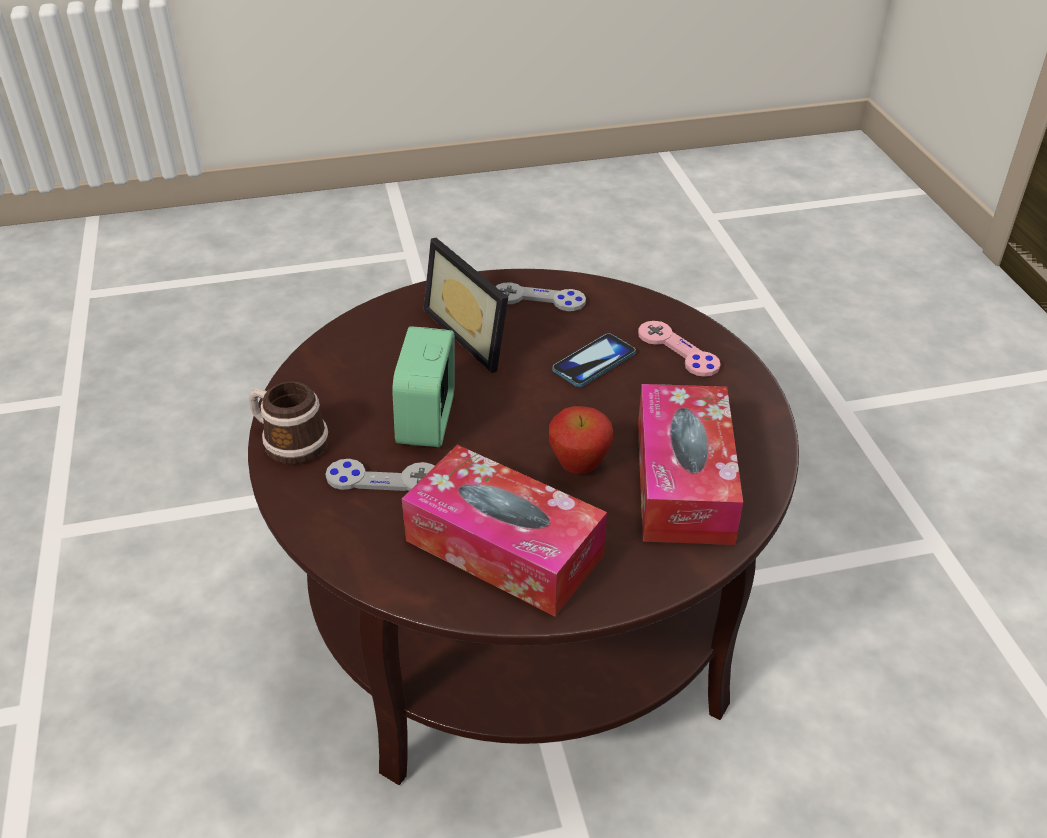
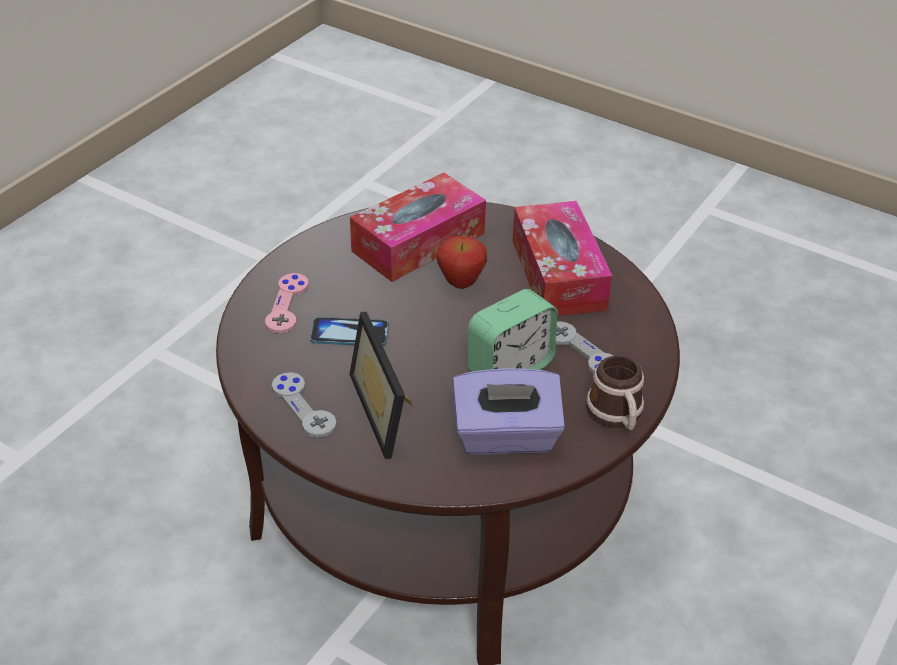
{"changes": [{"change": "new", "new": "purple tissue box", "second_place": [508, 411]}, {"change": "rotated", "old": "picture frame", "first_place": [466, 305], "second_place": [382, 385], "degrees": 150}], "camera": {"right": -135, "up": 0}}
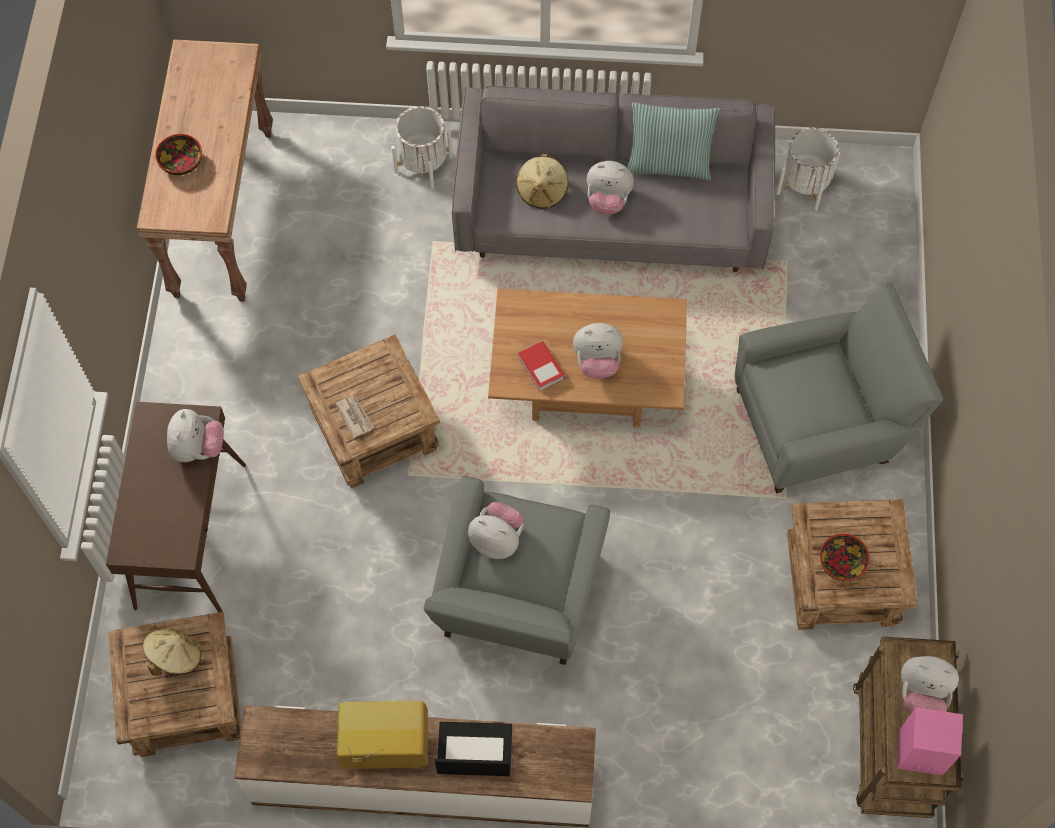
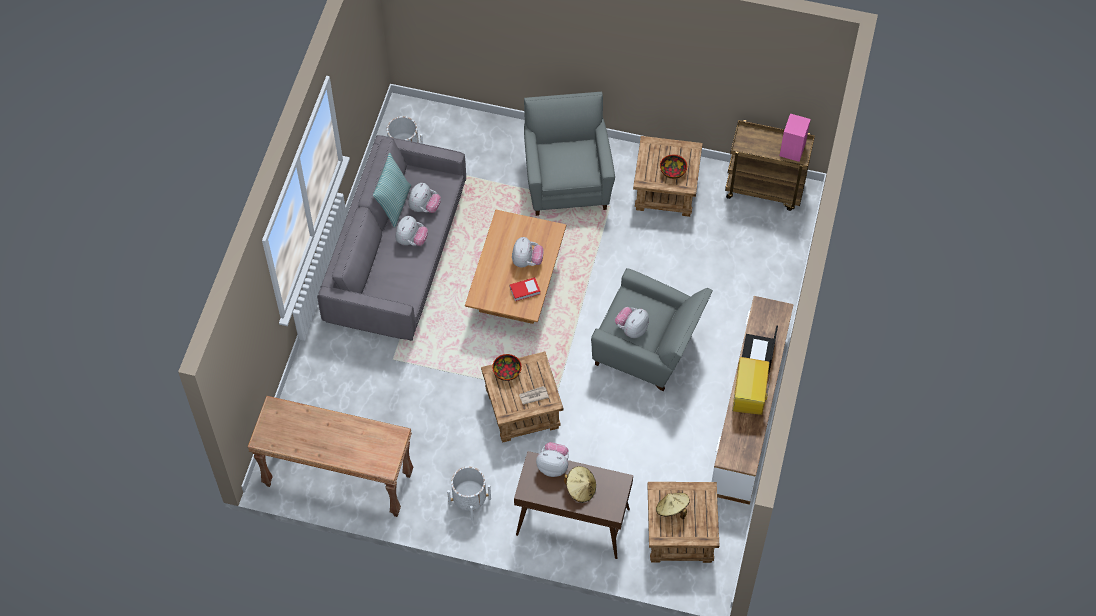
{"changes": [{"change": "shifted", "old": "bowl", "first_place": [178, 154], "second_place": [507, 367]}, {"change": "shifted", "old": "white planter", "first_place": [422, 147], "second_place": [469, 493]}, {"change": "shifted", "old": "beige hat", "first_place": [542, 181], "second_place": [580, 484]}, {"change": "shifted", "old": "plush toy", "first_place": [930, 684], "second_place": [424, 198]}], "camera": {"right": -80, "up": -5}}
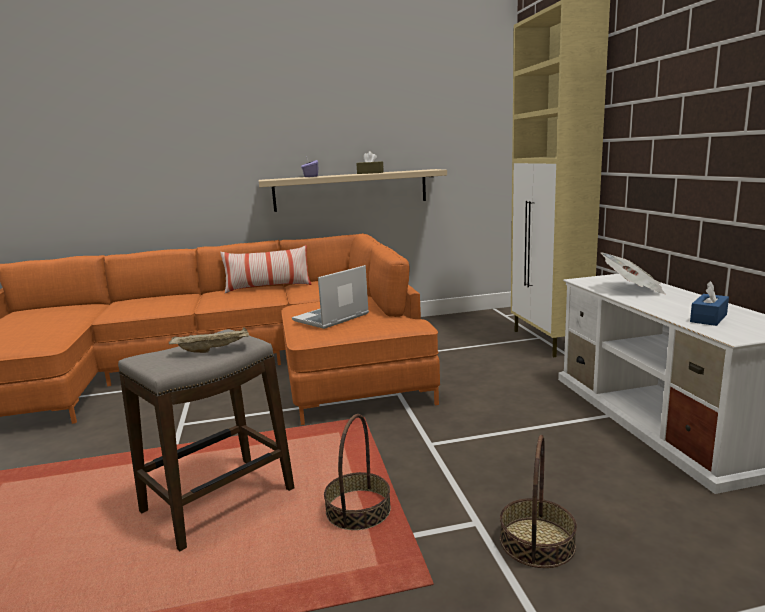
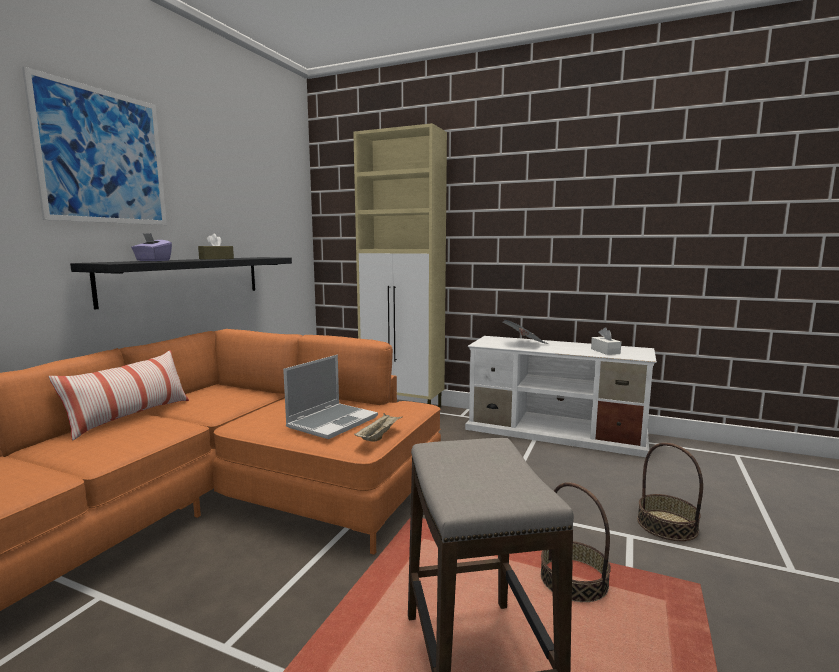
{"changes": [{"change": "new", "new": "picture", "second_place": [94, 146]}, {"change": "shifted", "old": "beige tray", "first_place": [209, 340], "second_place": [378, 427]}, {"change": "repainted", "old": "beige shelf", "new": "black shelf", "first_place": [353, 190], "second_place": [181, 283]}, {"change": "repainted", "old": "blue tissue box", "new": "white tissue box", "first_place": [709, 303], "second_place": [606, 341]}, {"change": "rotated", "old": "laptop", "first_place": [330, 297], "second_place": [330, 397], "degrees": -135}], "camera": {"right": -55, "up": -5}}
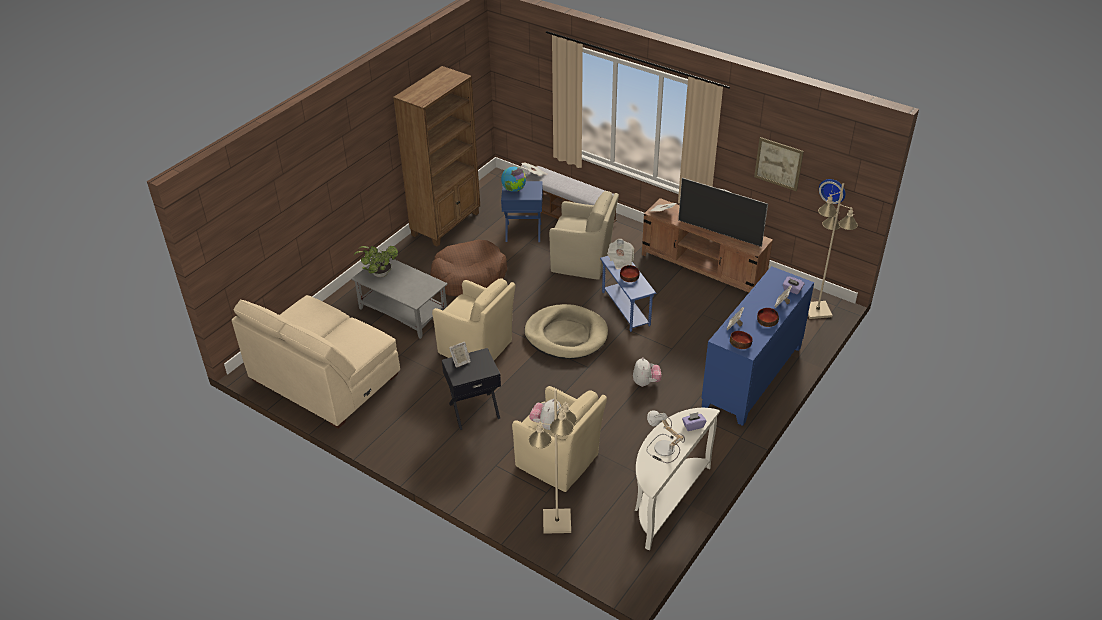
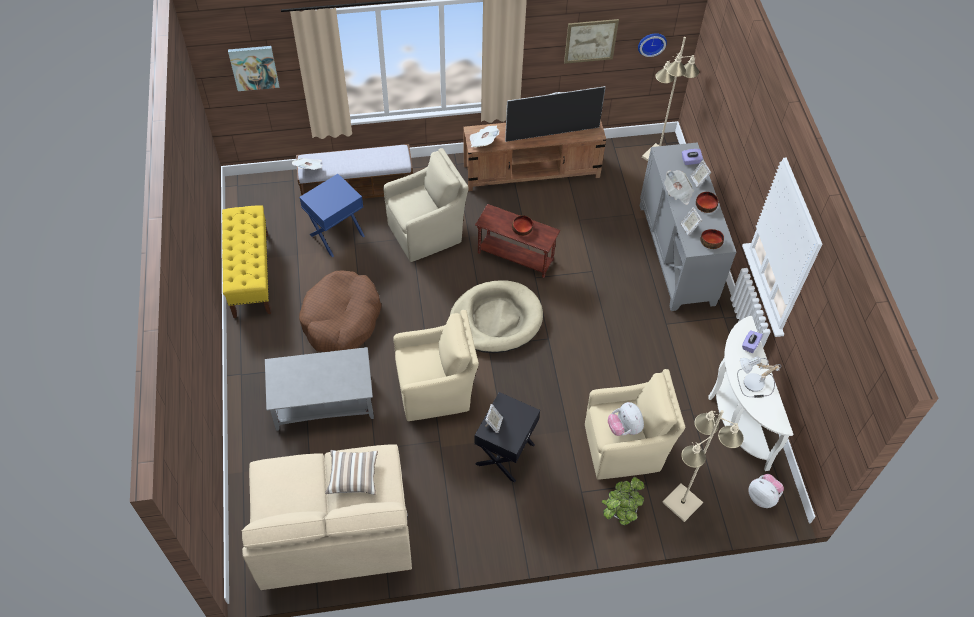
{"changes": [{"change": "gone", "old": "globe", "first_place": [513, 179]}, {"change": "new", "new": "picture", "second_place": [253, 68]}, {"change": "new", "new": "pillow", "second_place": [351, 472]}, {"change": "shifted", "old": "potted plant", "first_place": [376, 261], "second_place": [623, 501]}, {"change": "shifted", "old": "newspaper", "first_place": [620, 254], "second_place": [679, 187]}, {"change": "shifted", "old": "plush toy", "first_place": [647, 372], "second_place": [766, 491]}, {"change": "swapped", "old": "brown bookcase", "new": "yellow bench", "first_place": [436, 156], "second_place": [247, 261]}, {"change": "repainted", "old": "blue side table", "new": "brown side table", "first_place": [628, 294], "second_place": [517, 241]}, {"change": "repainted", "old": "blue cabinet", "new": "grey cabinet", "first_place": [758, 346], "second_place": [688, 226]}], "camera": {"right": -45, "up": 15}}
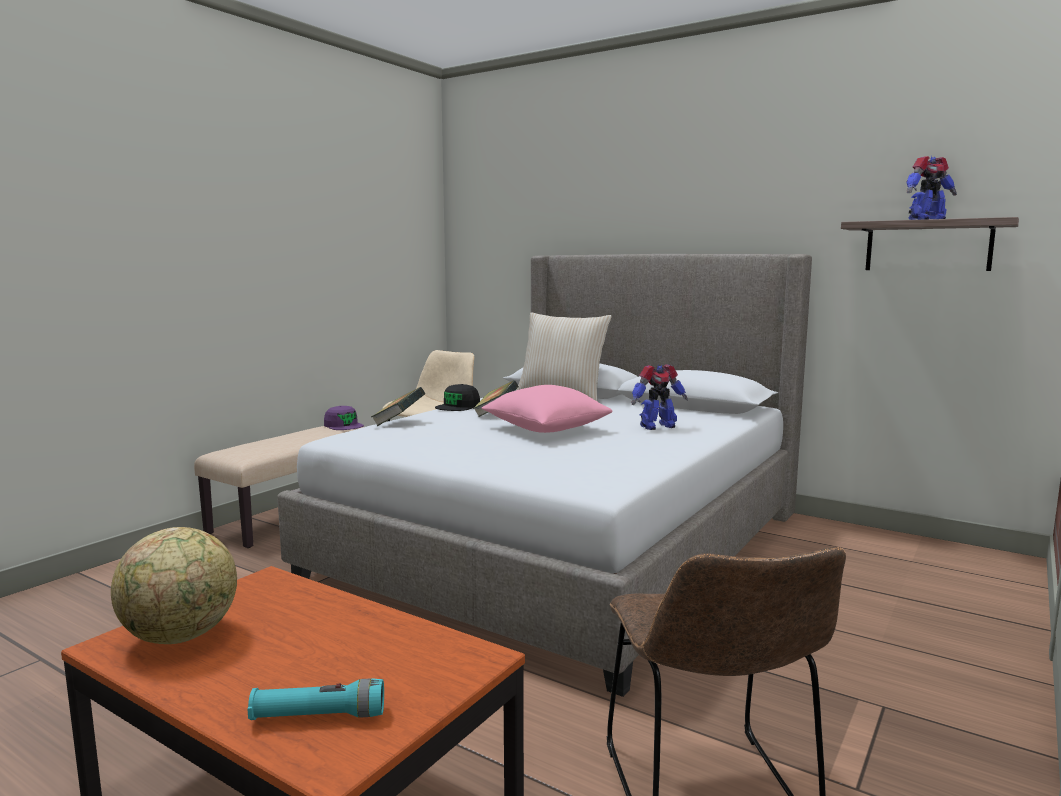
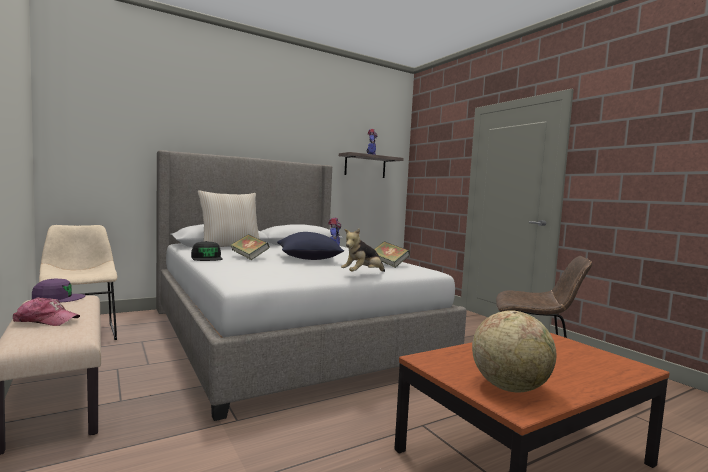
{"changes": [{"change": "gone", "old": "turquoise flashlight", "first_place": [315, 699]}, {"change": "new", "new": "cap", "second_place": [46, 311]}, {"change": "new", "new": "plush toy", "second_place": [363, 250]}, {"change": "shifted", "old": "book", "first_place": [398, 406], "second_place": [392, 254]}, {"change": "repainted", "old": "pink pillow", "new": "blue pillow", "first_place": [547, 409], "second_place": [310, 246]}], "camera": {"right": -65, "up": -5}}
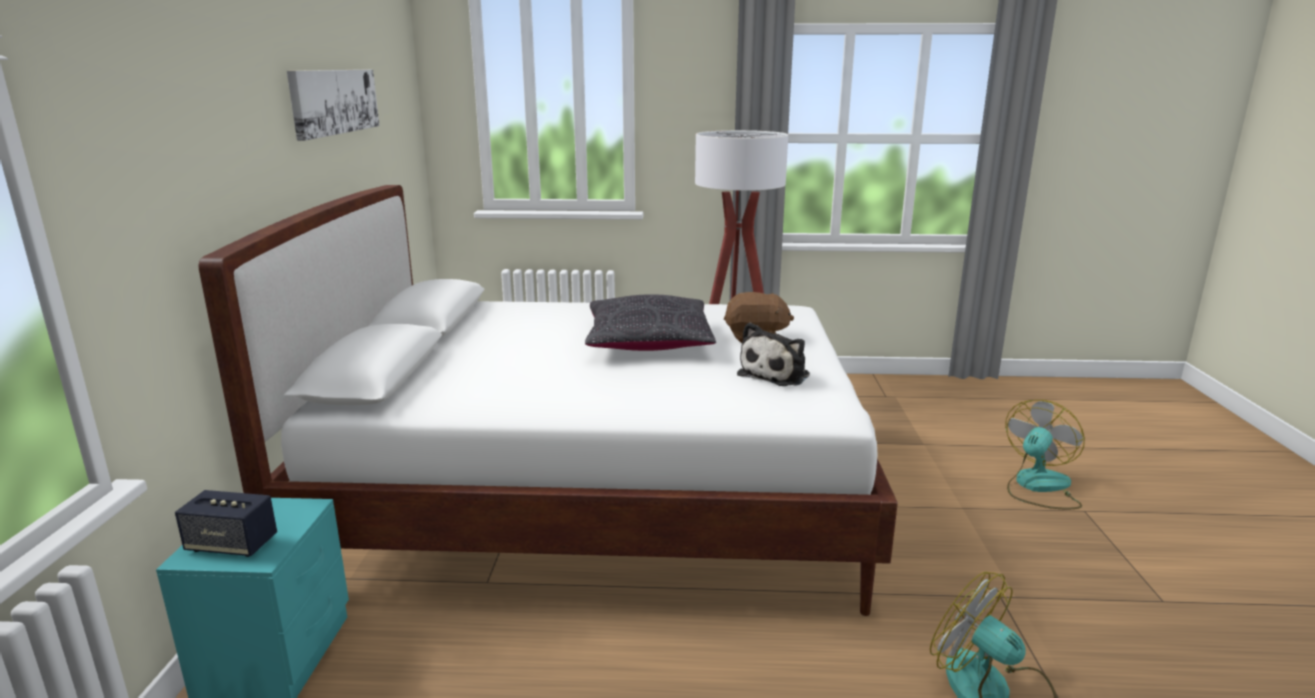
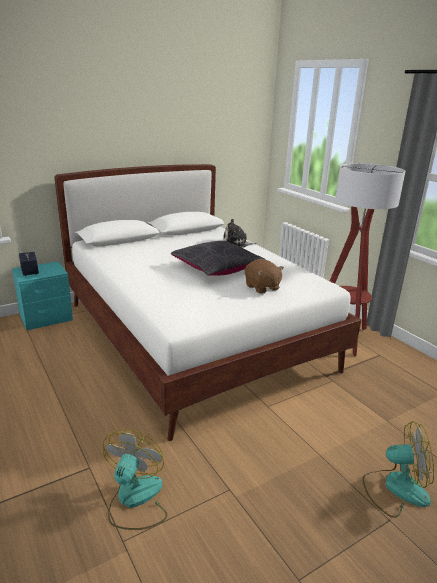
{"changes": [{"change": "gone", "old": "picture", "first_place": [333, 105]}, {"change": "shifted", "old": "plush toy", "first_place": [773, 354], "second_place": [240, 233]}], "camera": {"right": 55, "up": 5}}
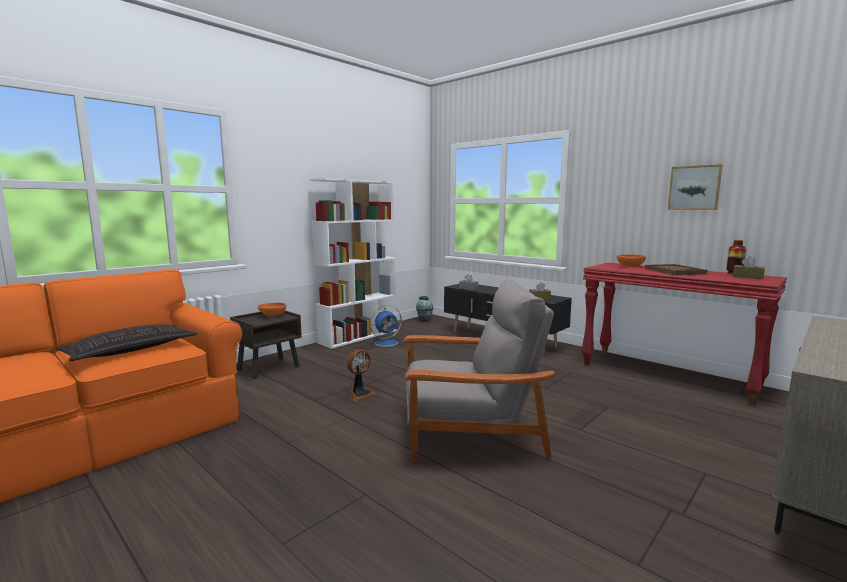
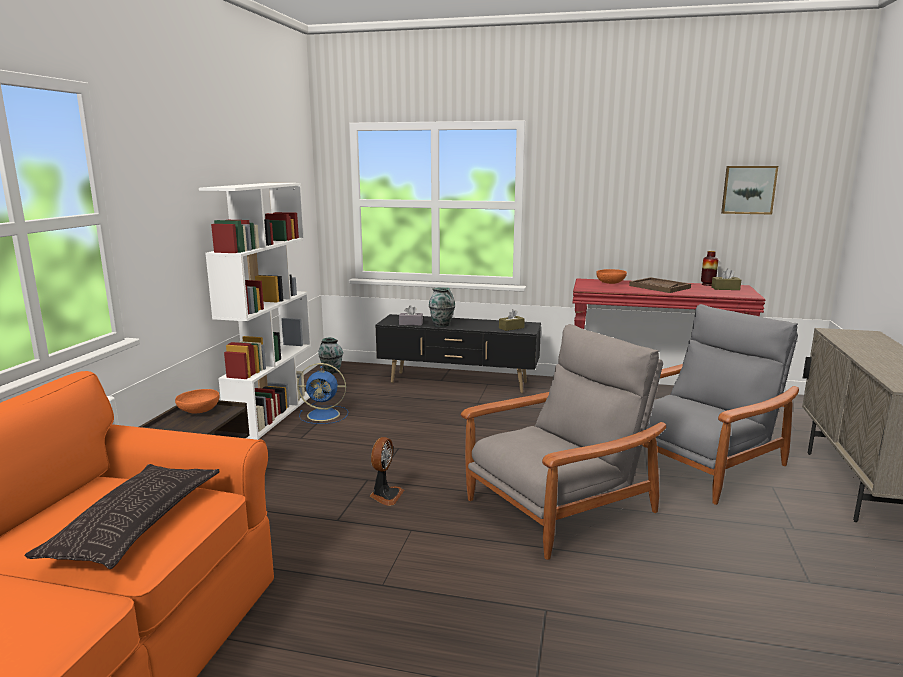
{"changes": [{"change": "new", "new": "vase", "second_place": [442, 307]}, {"change": "new", "new": "grey armchair", "second_place": [720, 404]}, {"change": "shifted", "old": "picture", "first_place": [695, 187], "second_place": [749, 190]}, {"change": "rotated", "old": "blue fan", "first_place": [385, 326], "second_place": [322, 393], "degrees": 60}], "camera": {"right": -30, "up": 5}}
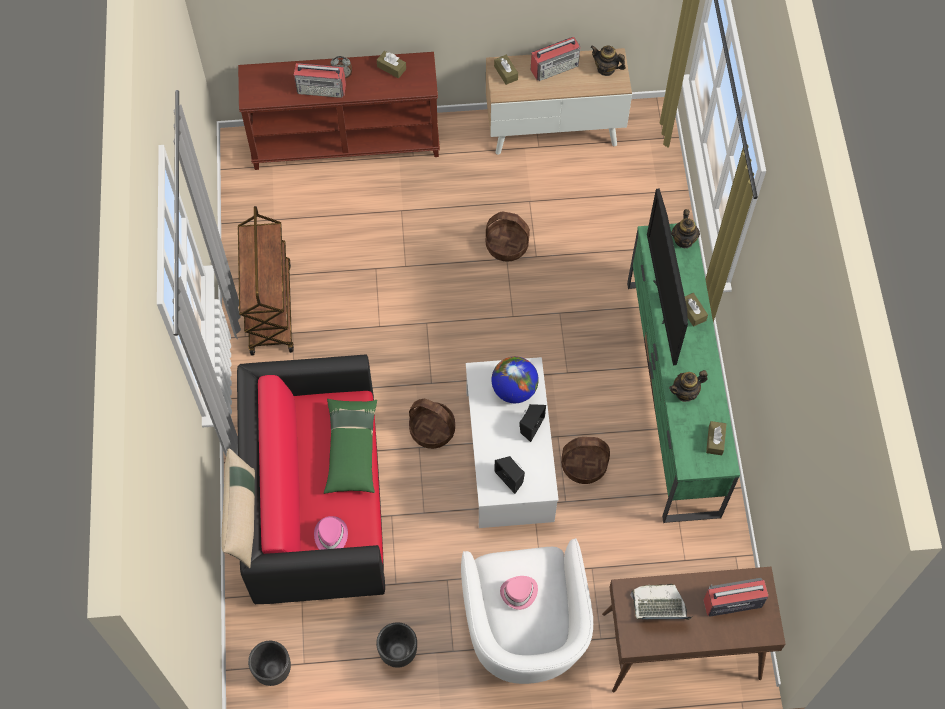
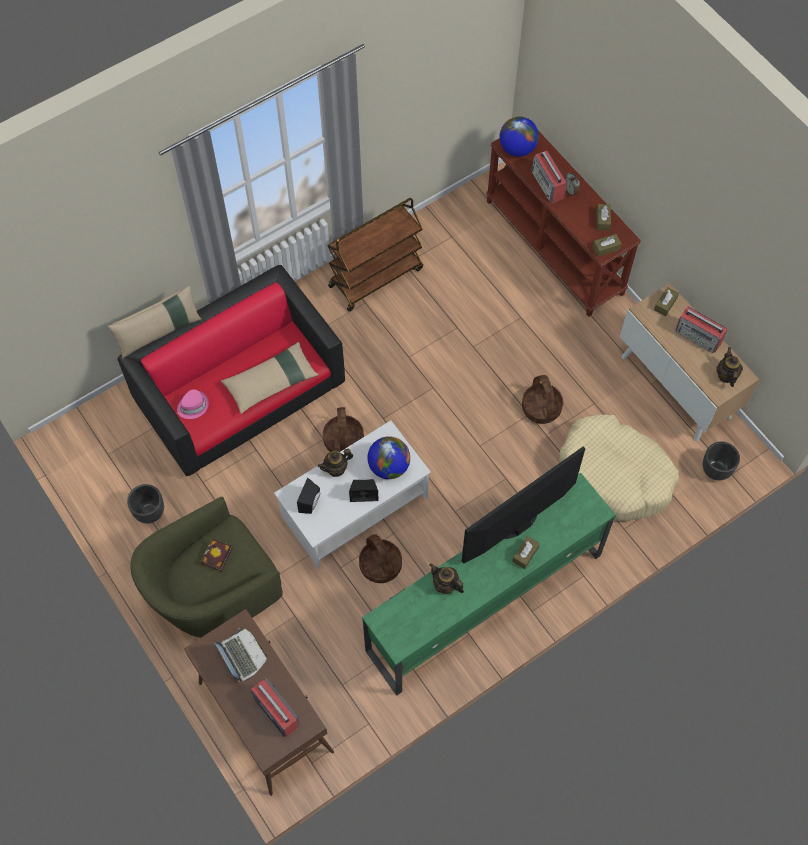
{"changes": [{"change": "new", "new": "globe", "second_place": [519, 137]}, {"change": "new", "new": "beige dog bed", "second_place": [619, 467]}, {"change": "shifted", "old": "black planter", "first_place": [269, 663], "second_place": [721, 461]}, {"change": "shifted", "old": "teapot", "first_place": [685, 228], "second_place": [335, 463]}, {"change": "shifted", "old": "brown tissue box", "first_place": [716, 438], "second_place": [607, 245]}, {"change": "swapped", "old": "pink hat", "new": "book", "first_place": [519, 593], "second_place": [217, 555]}, {"change": "repainted", "old": "green pillow", "new": "beige pillow", "first_place": [350, 446], "second_place": [270, 378]}, {"change": "repainted", "old": "white armchair", "new": "green armchair", "first_place": [527, 611], "second_place": [207, 567]}], "camera": {"right": 60, "up": 0}}
